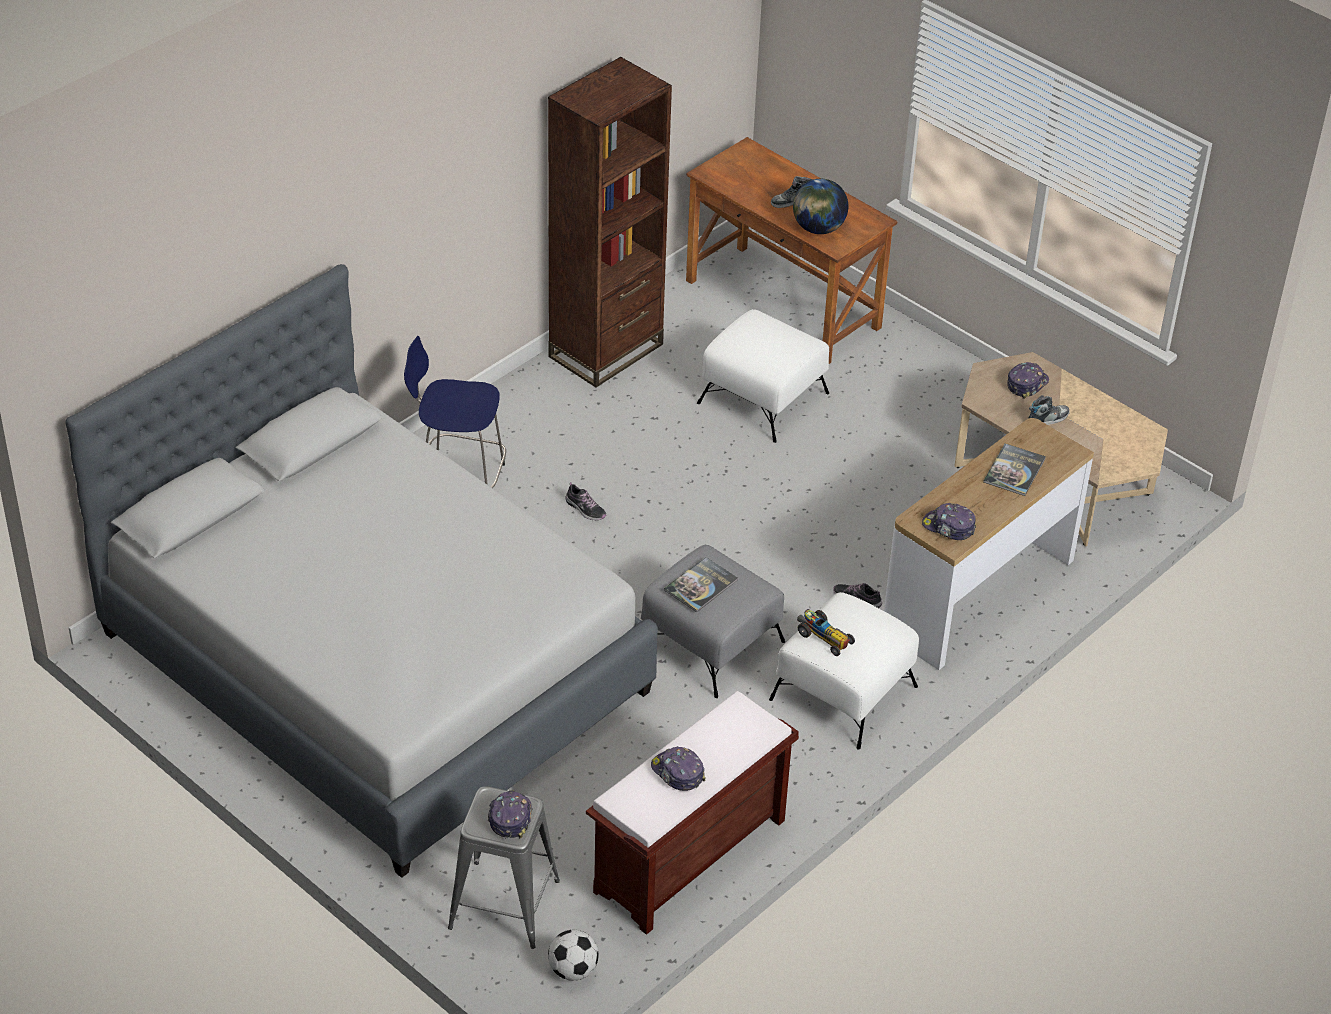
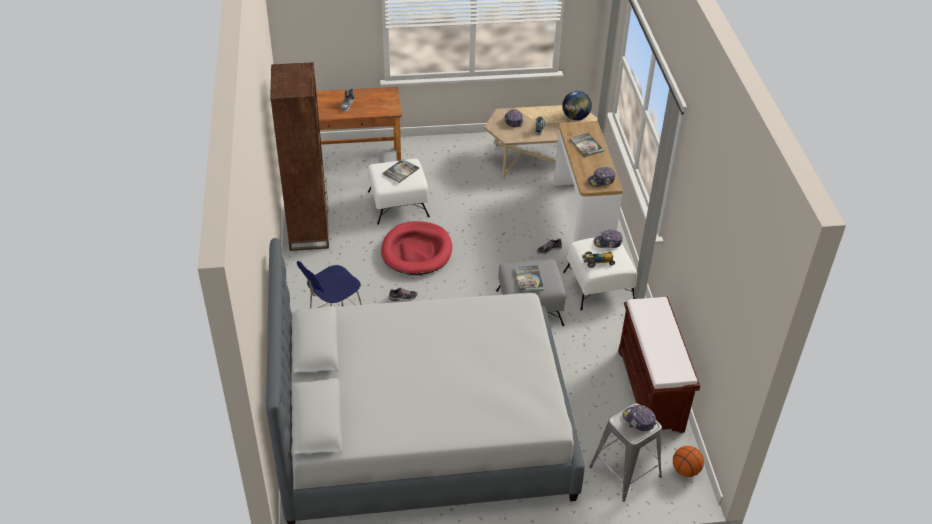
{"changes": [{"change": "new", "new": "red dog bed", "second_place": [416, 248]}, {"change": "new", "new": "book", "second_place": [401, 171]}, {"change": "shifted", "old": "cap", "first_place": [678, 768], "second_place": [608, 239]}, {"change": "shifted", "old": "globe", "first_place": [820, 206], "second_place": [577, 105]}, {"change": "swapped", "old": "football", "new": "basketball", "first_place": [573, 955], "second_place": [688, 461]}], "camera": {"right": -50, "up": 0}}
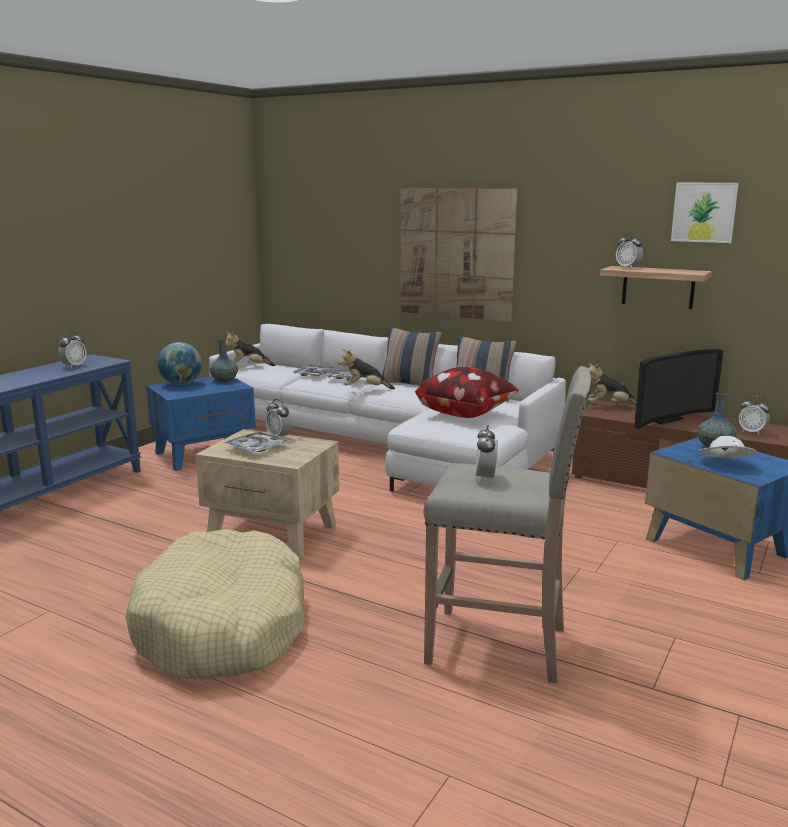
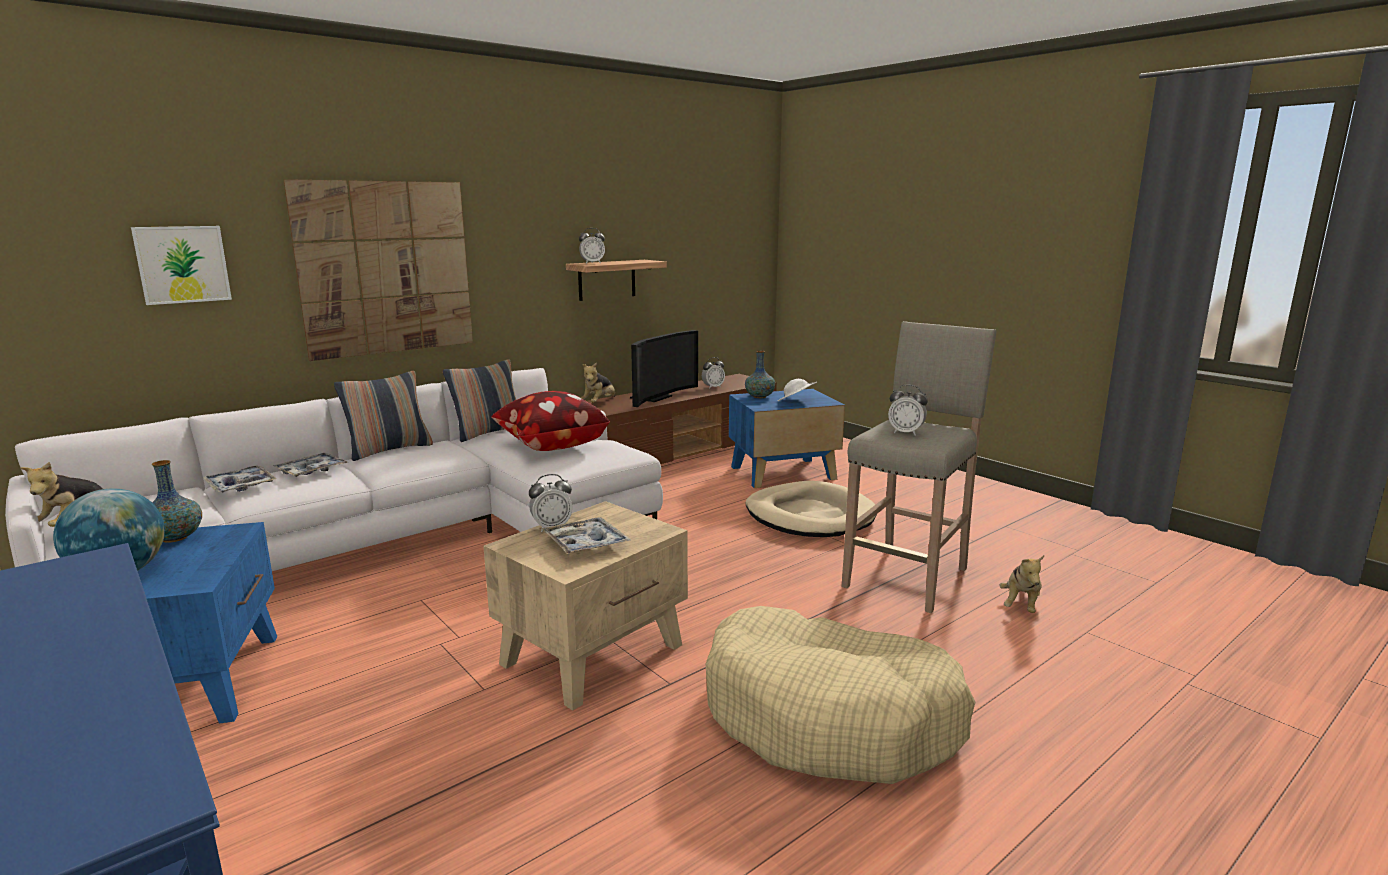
{"changes": [{"change": "gone", "old": "alarm clock", "first_place": [72, 349]}, {"change": "new", "new": "beige dog bed", "second_place": [811, 509]}, {"change": "shifted", "old": "plush toy", "first_place": [367, 369], "second_place": [1022, 584]}, {"change": "shifted", "old": "picture", "first_place": [705, 213], "second_place": [181, 265]}, {"change": "rotated", "old": "television", "first_place": [678, 389], "second_place": [664, 368], "degrees": 45}], "camera": {"right": -70, "up": 0}}
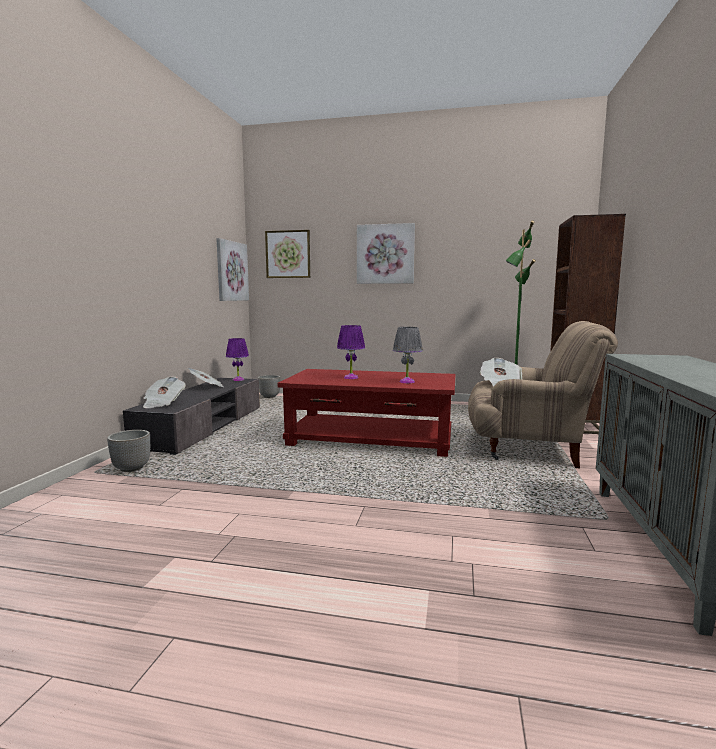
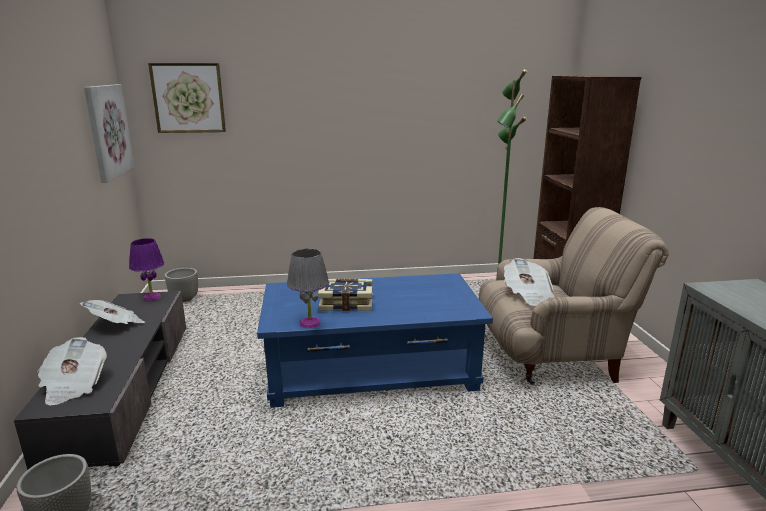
{"changes": [{"change": "gone", "old": "picture", "first_place": [386, 253]}, {"change": "shifted", "old": "grey table lamp", "first_place": [408, 355], "second_place": [308, 288]}, {"change": "swapped", "old": "purple table lamp", "new": "book", "first_place": [351, 352], "second_place": [345, 295]}, {"change": "repainted", "old": "red coffee table", "new": "blue coffee table", "first_place": [367, 413], "second_place": [375, 340]}], "camera": {"right": -20, "up": 10}}
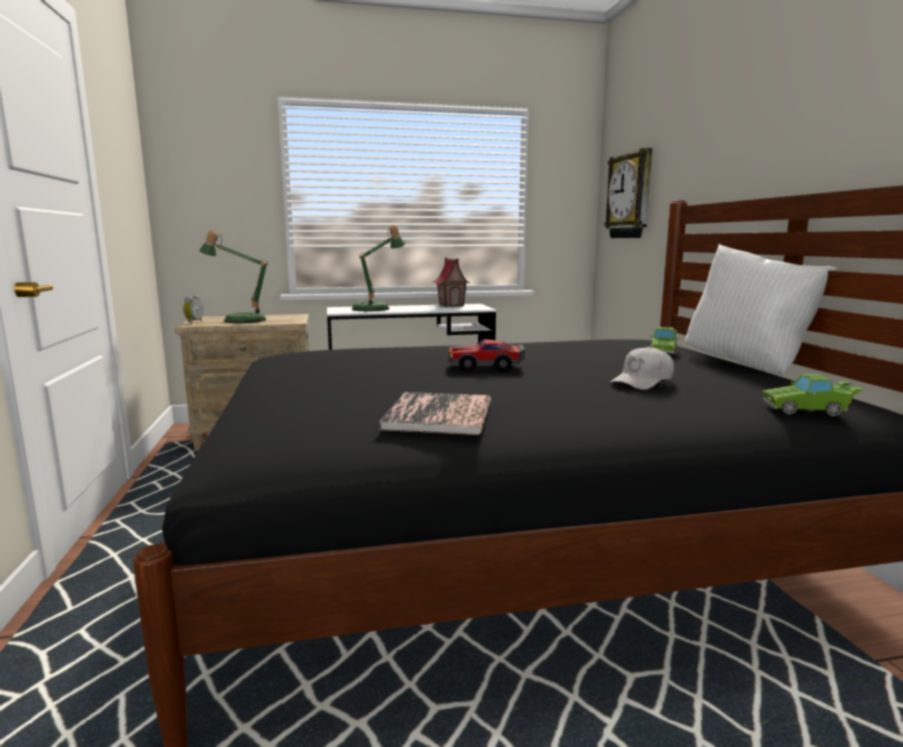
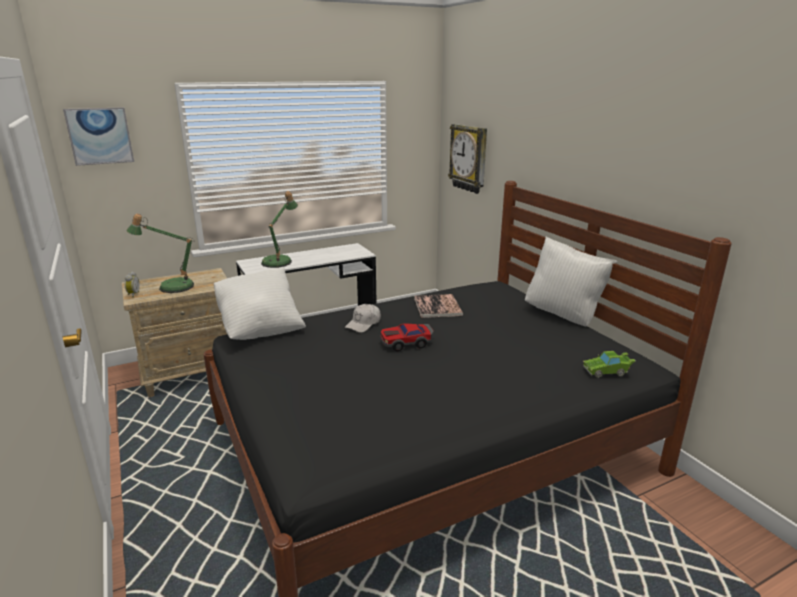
{"changes": [{"change": "gone", "old": "toy house", "first_place": [452, 282]}, {"change": "gone", "old": "green toy car", "first_place": [664, 341]}, {"change": "new", "new": "picture", "second_place": [98, 136]}, {"change": "new", "new": "white pillow", "second_place": [260, 303]}, {"change": "shifted", "old": "book", "first_place": [435, 413], "second_place": [438, 306]}, {"change": "shifted", "old": "white cap", "first_place": [641, 368], "second_place": [363, 318]}], "camera": {"right": -15, "up": 10}}
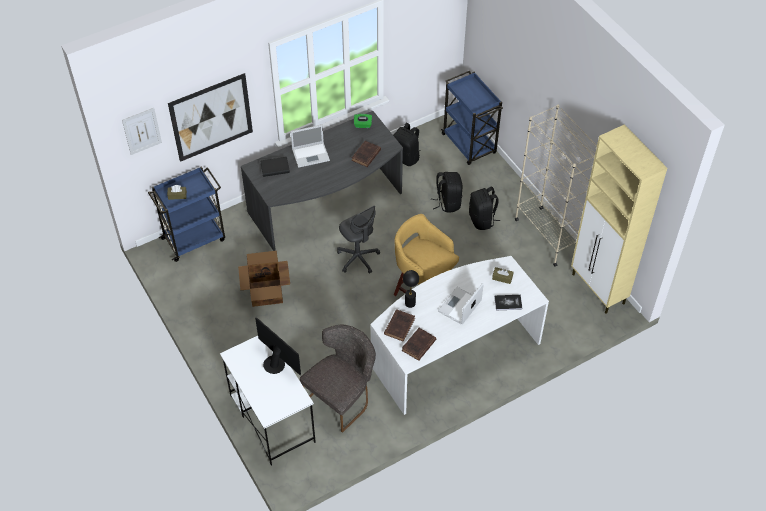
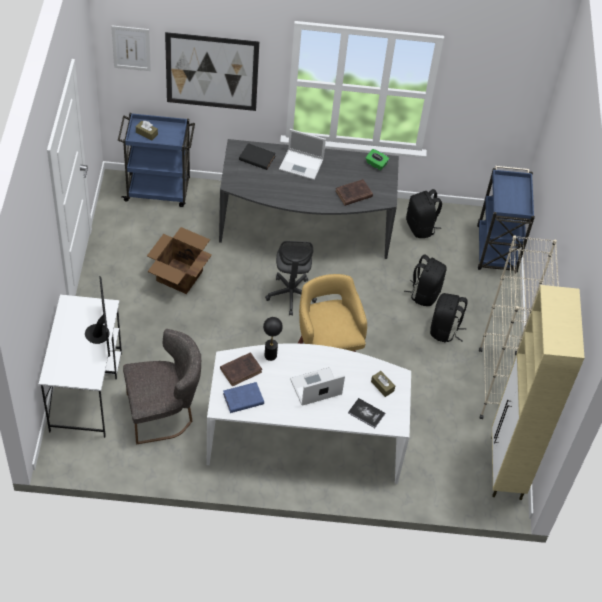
{"changes": [{"change": "repainted", "old": "brown book", "new": "blue book", "first_place": [419, 344], "second_place": [243, 397]}], "camera": {"right": 30, "up": 0}}
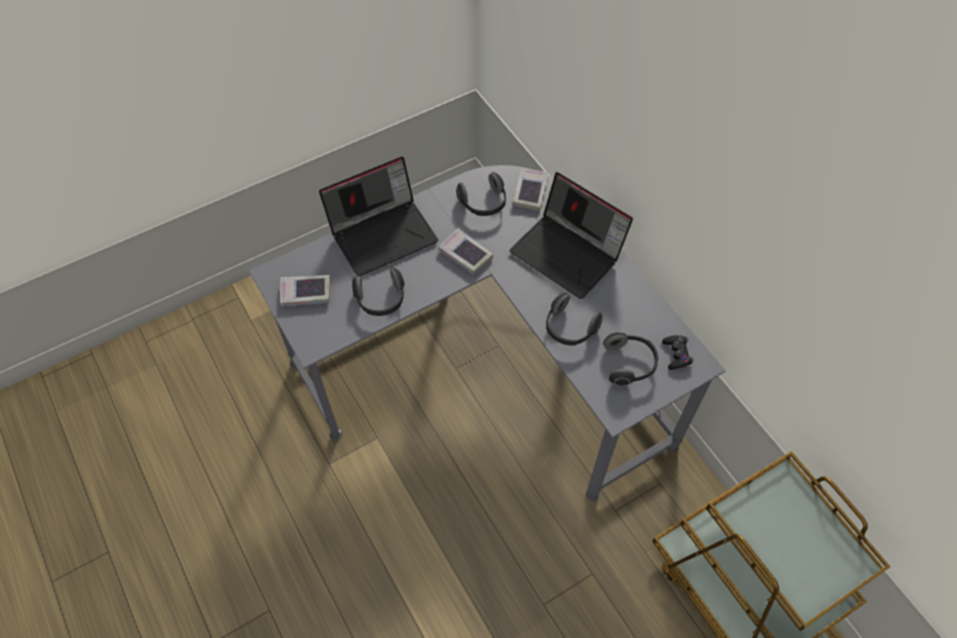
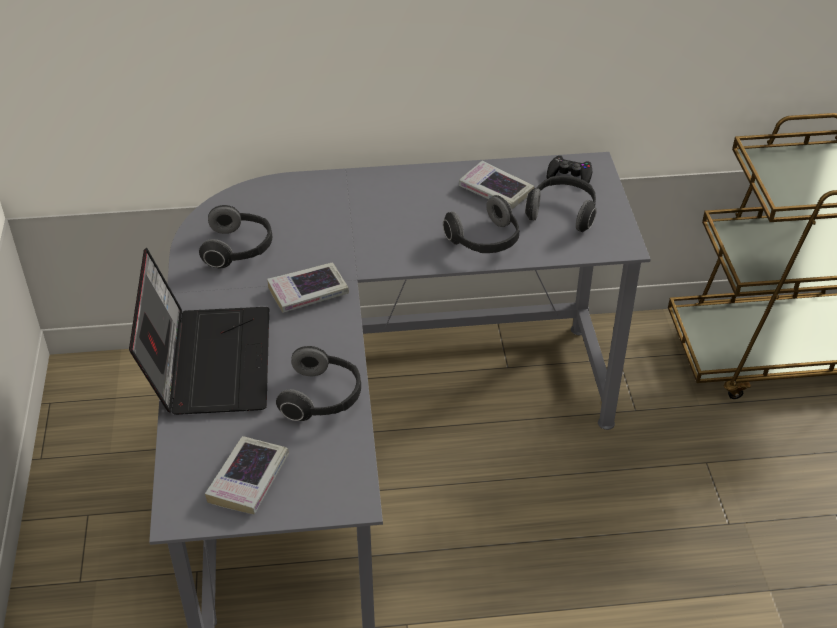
{"changes": [{"change": "gone", "old": "laptop", "first_place": [571, 235]}, {"change": "shifted", "old": "book", "first_place": [530, 189], "second_place": [496, 185]}], "camera": {"right": -65, "up": -15}}
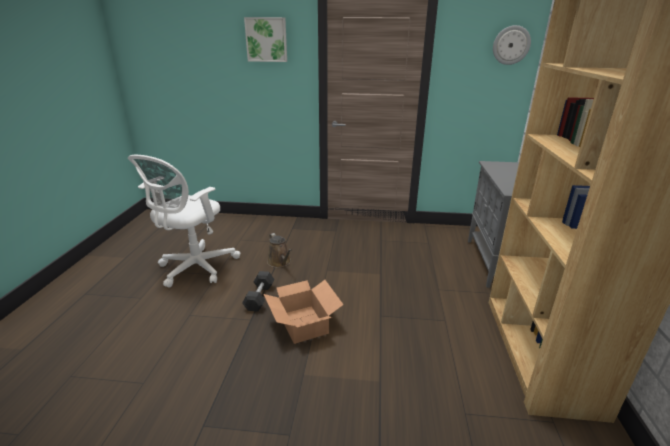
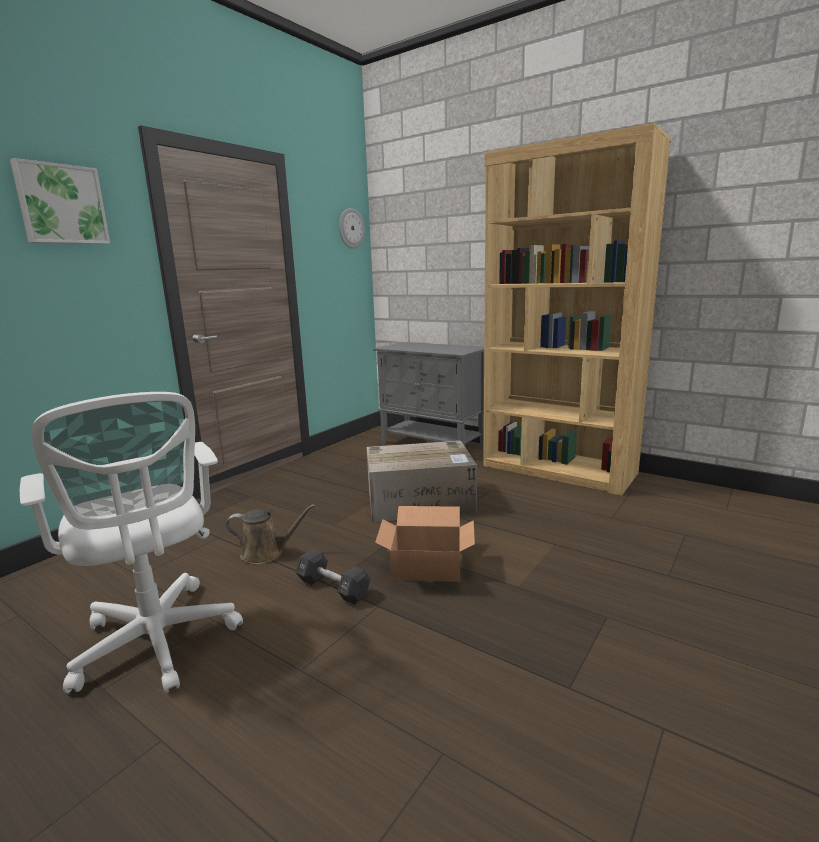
{"changes": [{"change": "new", "new": "cardboard box", "second_place": [422, 481]}], "camera": {"right": -60, "up": -10}}
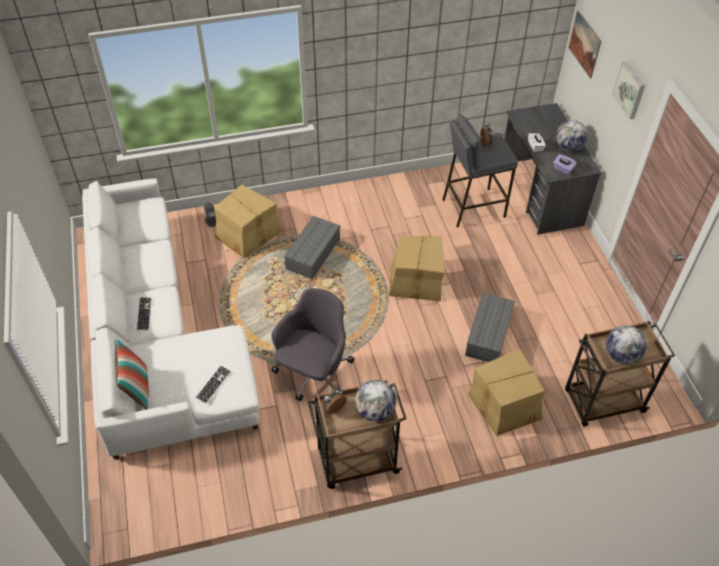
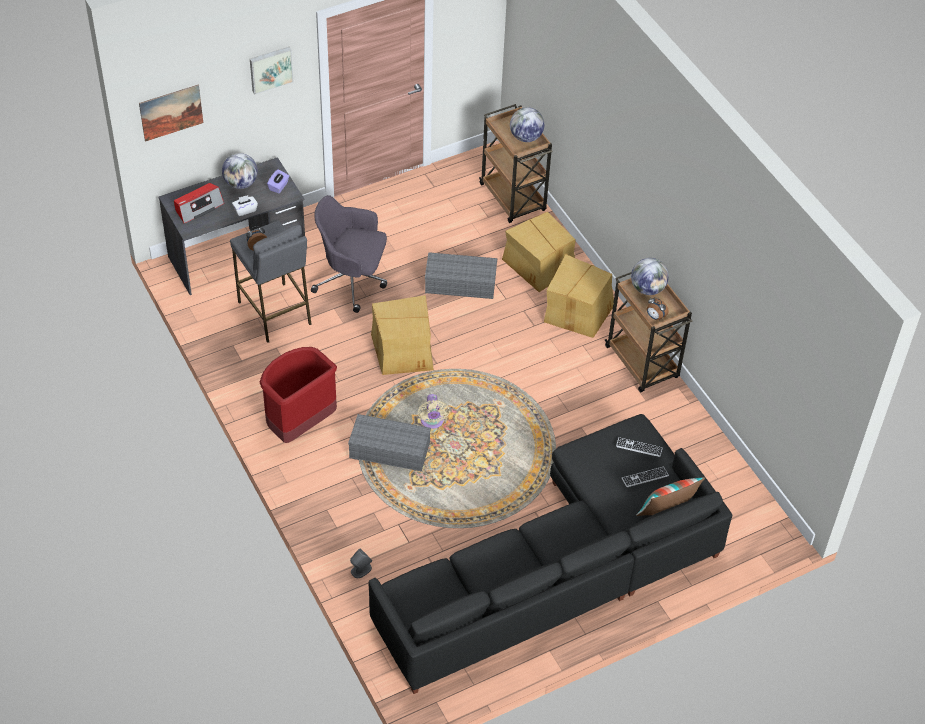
{"changes": [{"change": "new", "new": "radio", "second_place": [199, 203]}, {"change": "new", "new": "red trash can", "second_place": [298, 395]}, {"change": "new", "new": "beige fan", "second_place": [433, 411]}, {"change": "shifted", "old": "keyboard", "first_place": [144, 313], "second_place": [645, 477]}, {"change": "shifted", "old": "cardboard box", "first_place": [247, 221], "second_place": [579, 296]}, {"change": "shifted", "old": "grey office chair", "first_place": [312, 344], "second_place": [349, 254]}, {"change": "repainted", "old": "white sofa", "new": "black sofa", "first_place": [171, 319], "second_place": [550, 554]}], "camera": {"right": -105, "up": 0}}
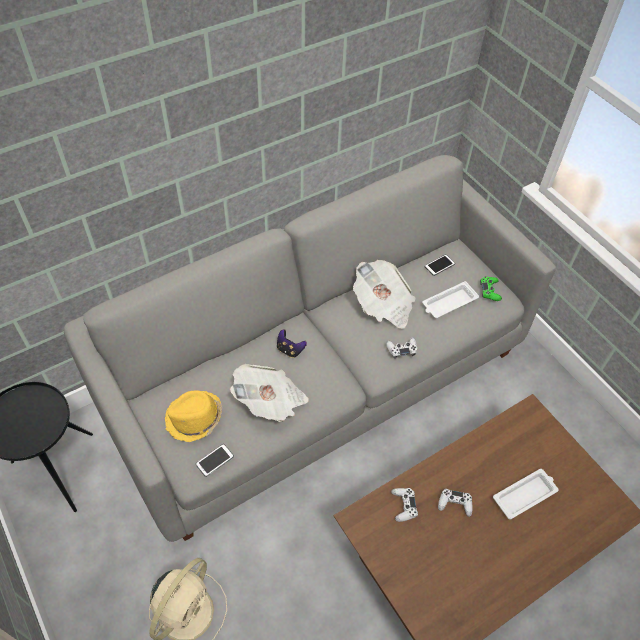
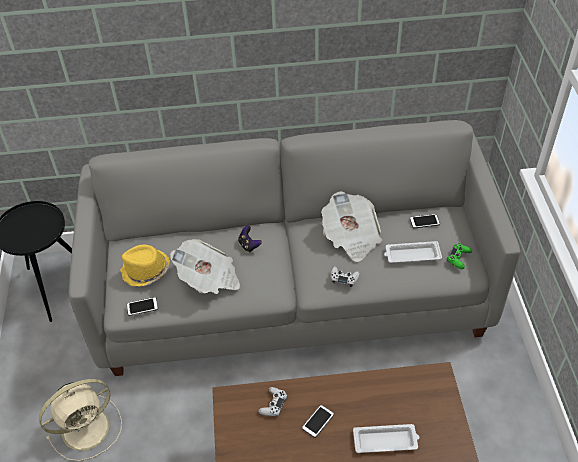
{"changes": [{"change": "swapped", "old": "white game controller", "new": "phone", "first_place": [455, 503], "second_place": [318, 421]}], "camera": {"right": 30, "up": -5}}
